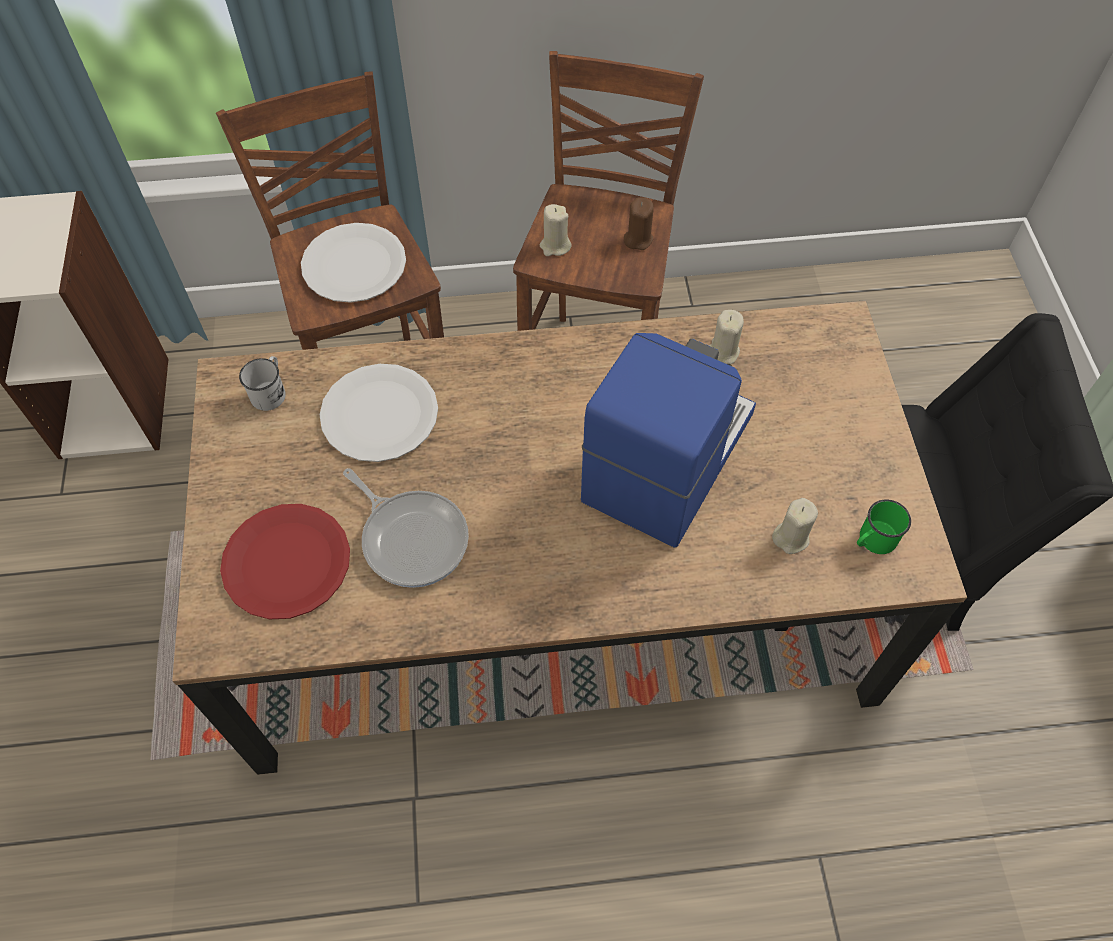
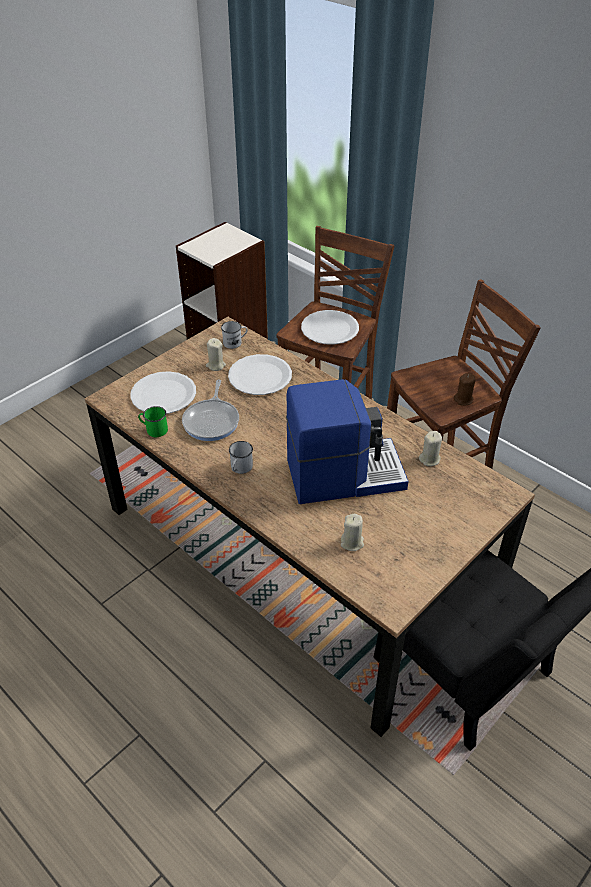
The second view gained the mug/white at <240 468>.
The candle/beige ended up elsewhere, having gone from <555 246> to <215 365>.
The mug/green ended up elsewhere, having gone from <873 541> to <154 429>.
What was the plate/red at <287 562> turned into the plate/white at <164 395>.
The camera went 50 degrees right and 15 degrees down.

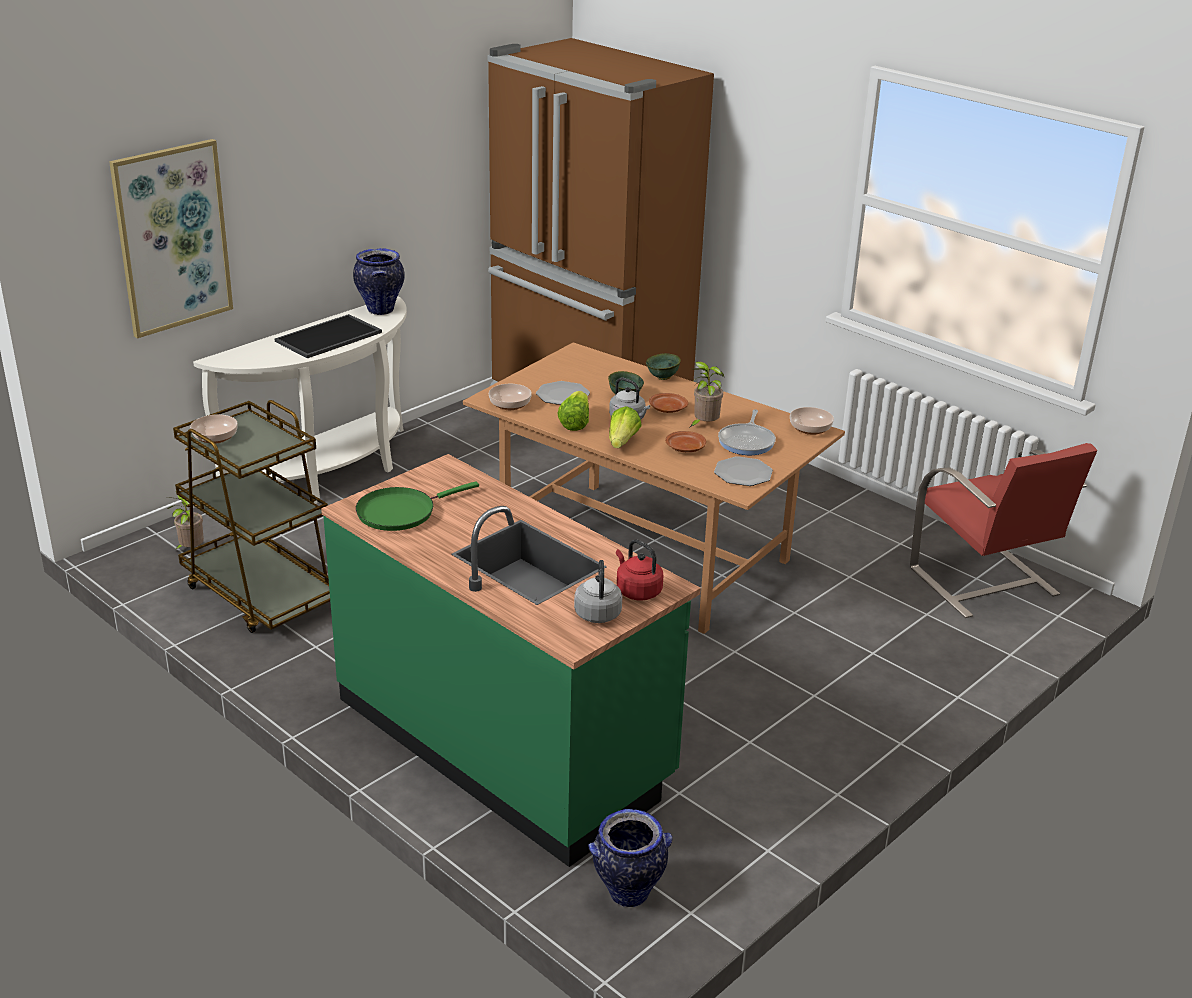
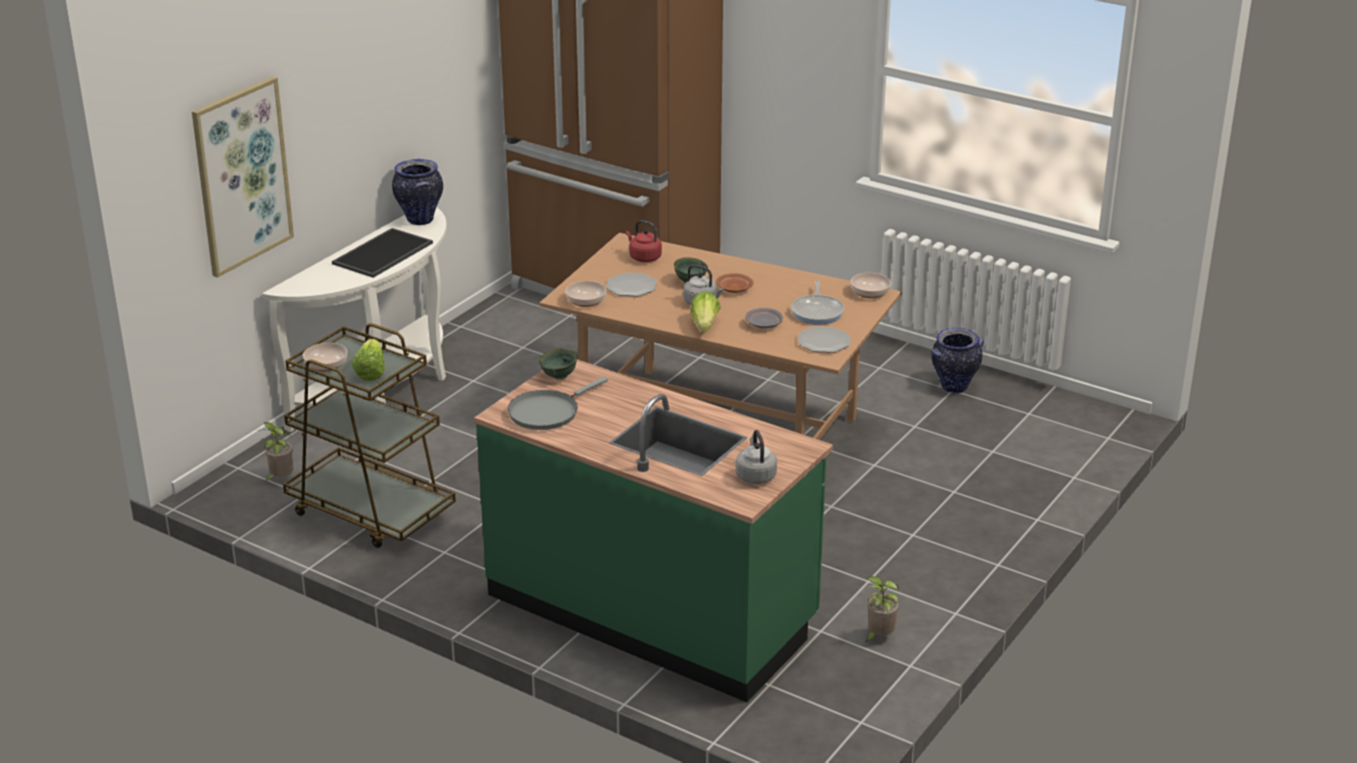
The second view lost the chair/red at <984 583>.
The lettuce ended up elsewhere, having gone from <575 423> to <371 372>.
The vase ended up elsewhere, having gone from <627 894> to <953 387>.
The kettle/red ended up elsewhere, having gone from <637 591> to <643 257>.
The bowl/green ended up elsewhere, having gone from <663 378> to <559 377>.
The potted plant ended up elsewhere, having gone from <704 425> to <879 637>.
What was the frying pan/green at <400 512> turned into the frying pan/grey at <547 412>.
What was the plate/brown at <685 448> turned into the plate/grey at <763 324>.
The camera went 10 degrees left and 0 degrees up.

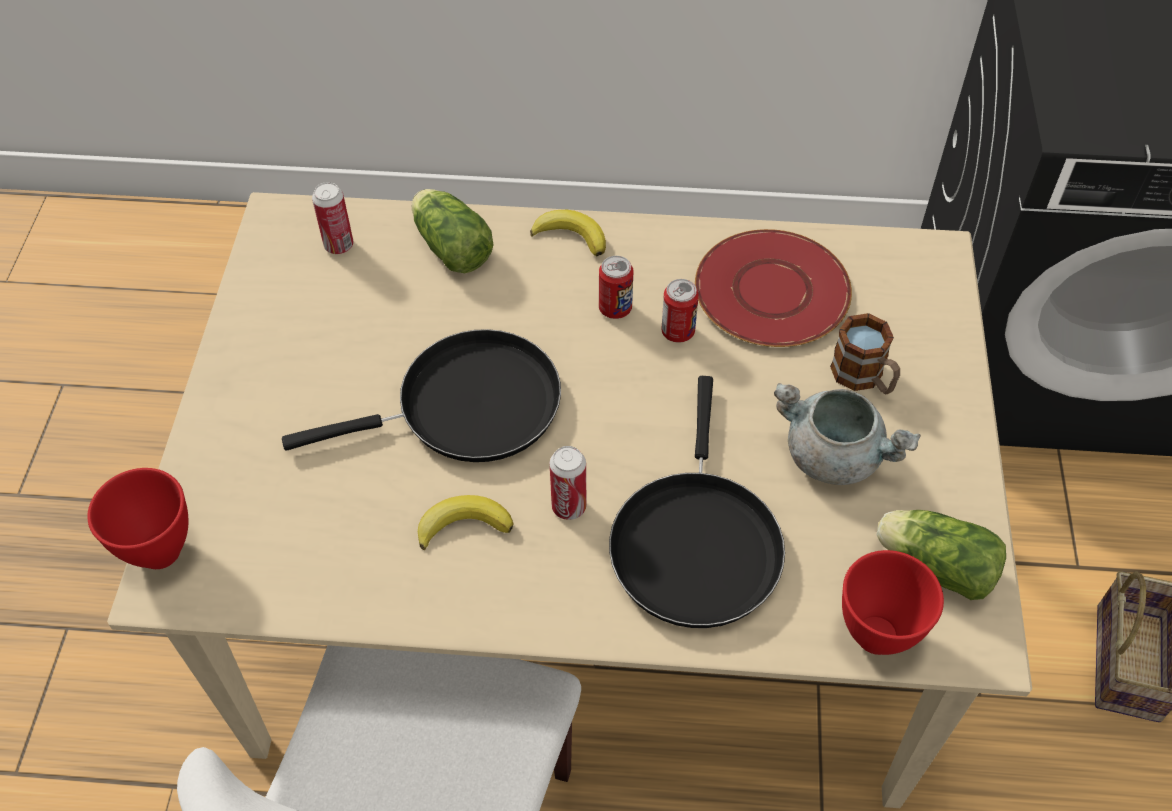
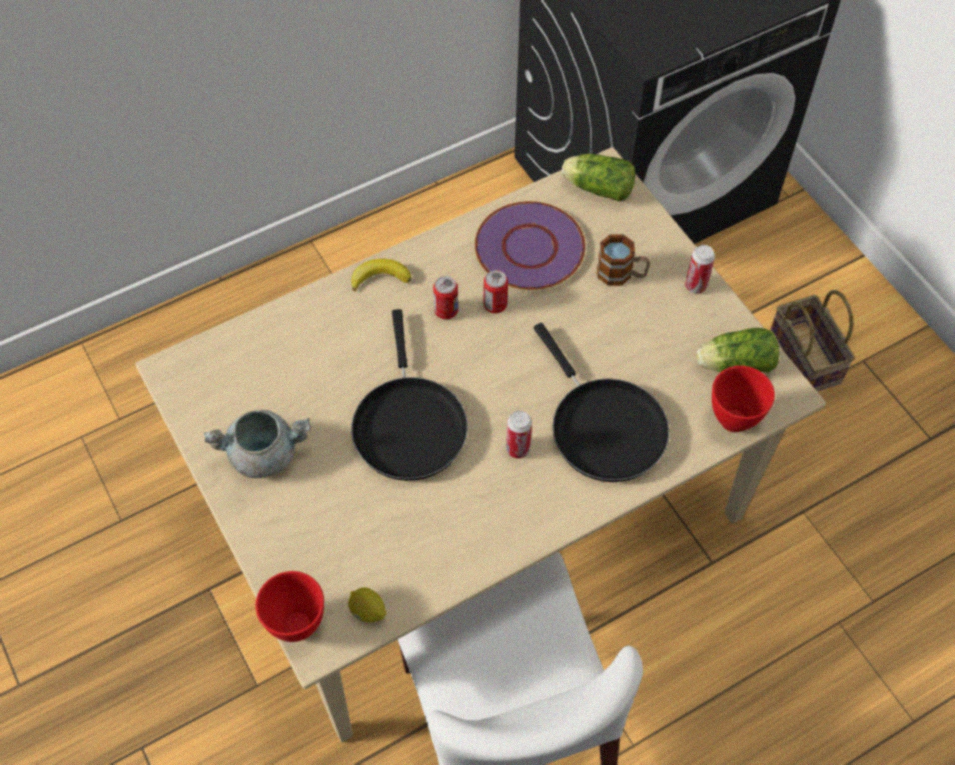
The second view lost the banana at <463 524>.
The second view gained the lemon at <367 611>.
The can ended up elsewhere, having gone from <339 245> to <695 286>.
The lettuce ended up elsewhere, having gone from <450 245> to <596 187>.
The cooking pot/grey ended up elsewhere, having gone from <834 455> to <264 453>.
What was the plate/red at <771 292> turned into the plate/purple at <529 248>.
The frying pan/black at <468 407> ended up facing another way, 135 degrees clockwise from before.
The camera went 35 degrees left and 5 degrees up.

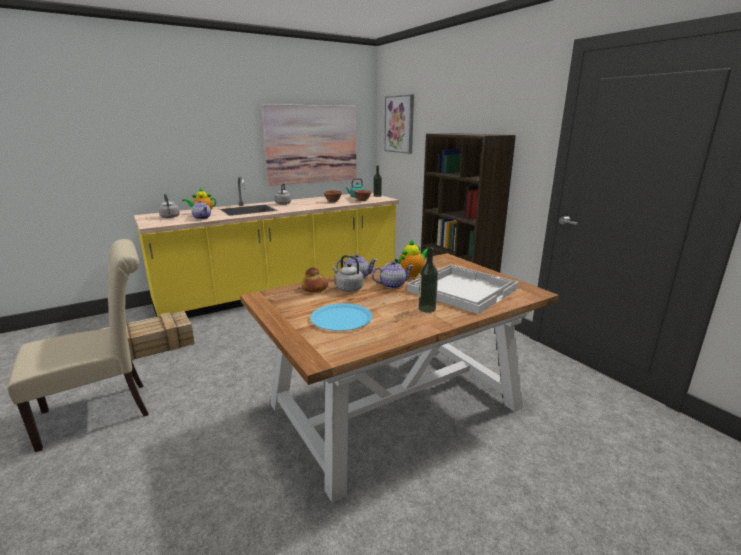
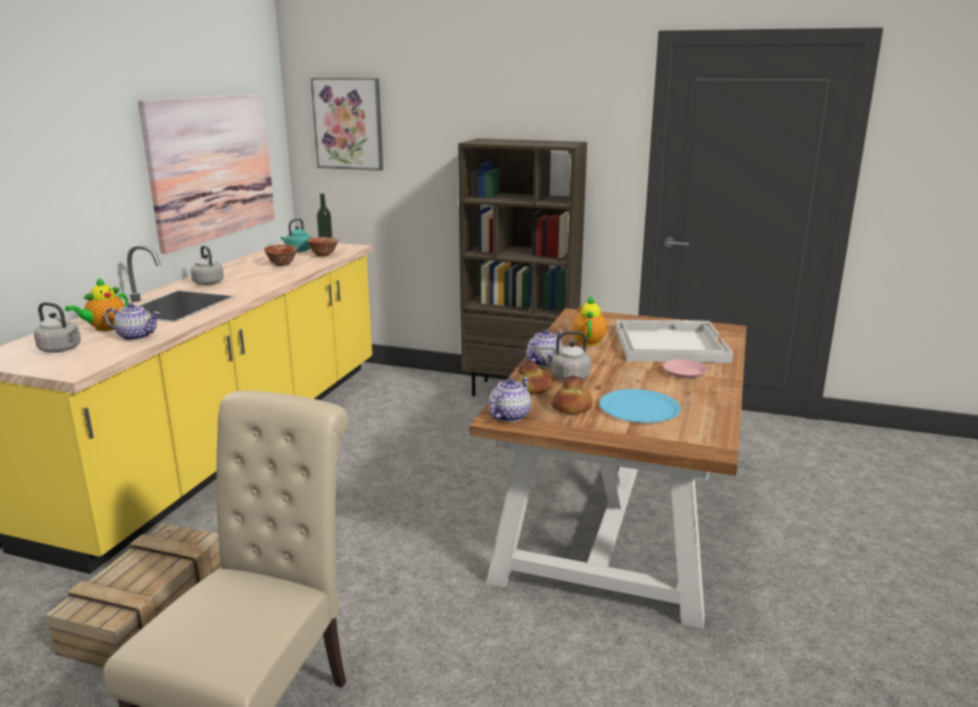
The second view gained the bread at <572 408>.
The teapot ended up elsewhere, having gone from <392 285> to <509 416>.
Where the bottle stood at <427 309>, the plate/pink came to stand at <684 372>.
The camera went 40 degrees left and 0 degrees up.

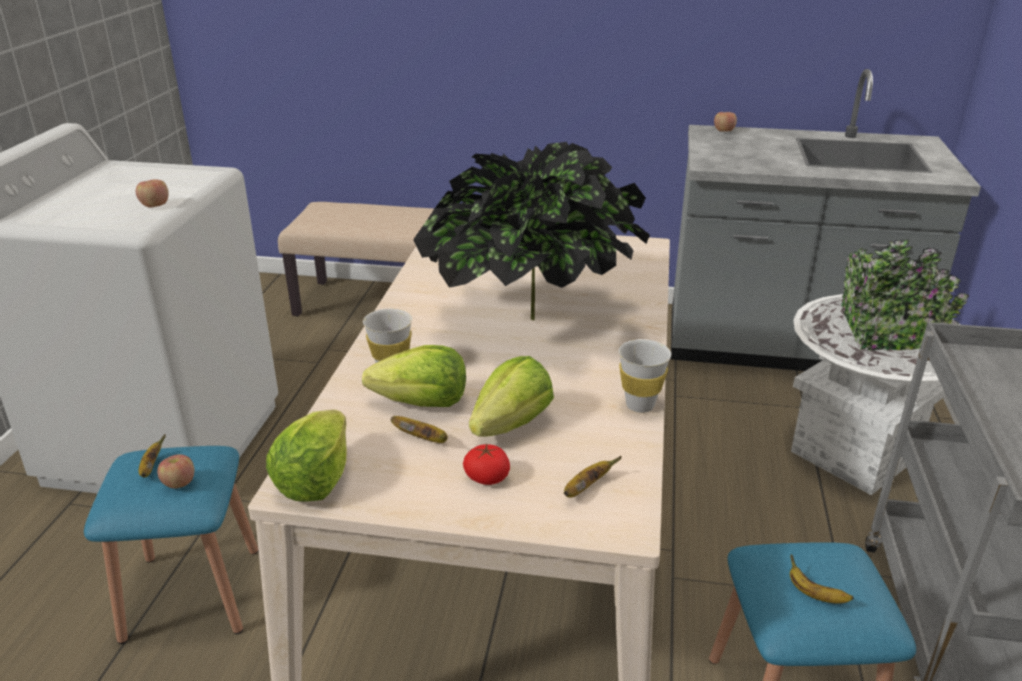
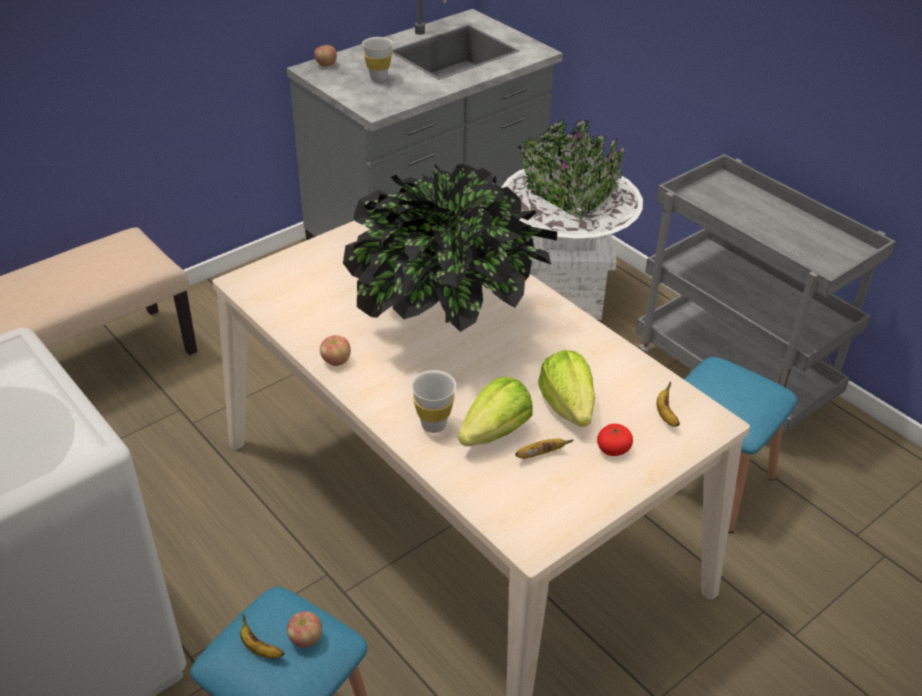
The second view lost the lettuce at <315 479>.
The second view lost the banana at <814 594>.
The apple ended up elsewhere, having gone from <155 205> to <336 361>.
The cup/white ended up elsewhere, having gone from <640 405> to <378 78>.
The camera went 50 degrees left and 10 degrees up.

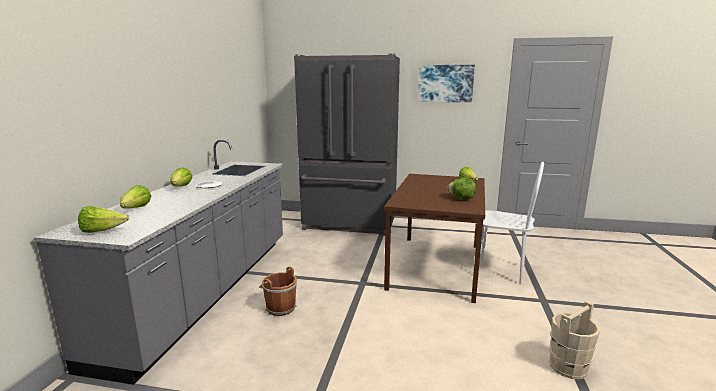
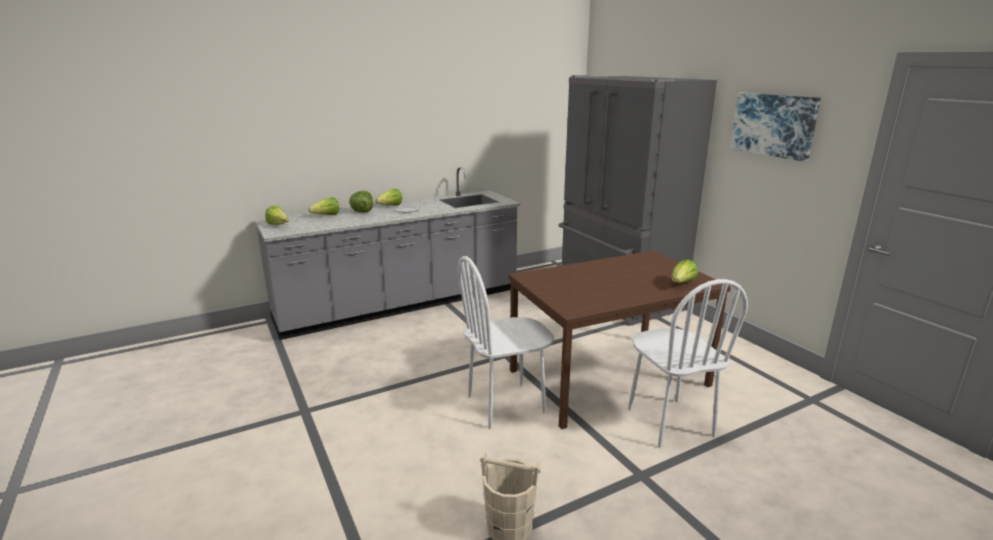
The second view lost the bucket/brown at <279 308>.
The second view gained the chair/white at <506 404>.
The lettuce ended up elsewhere, having gone from <461 199> to <362 212>.
The camera went 50 degrees right and 5 degrees up.

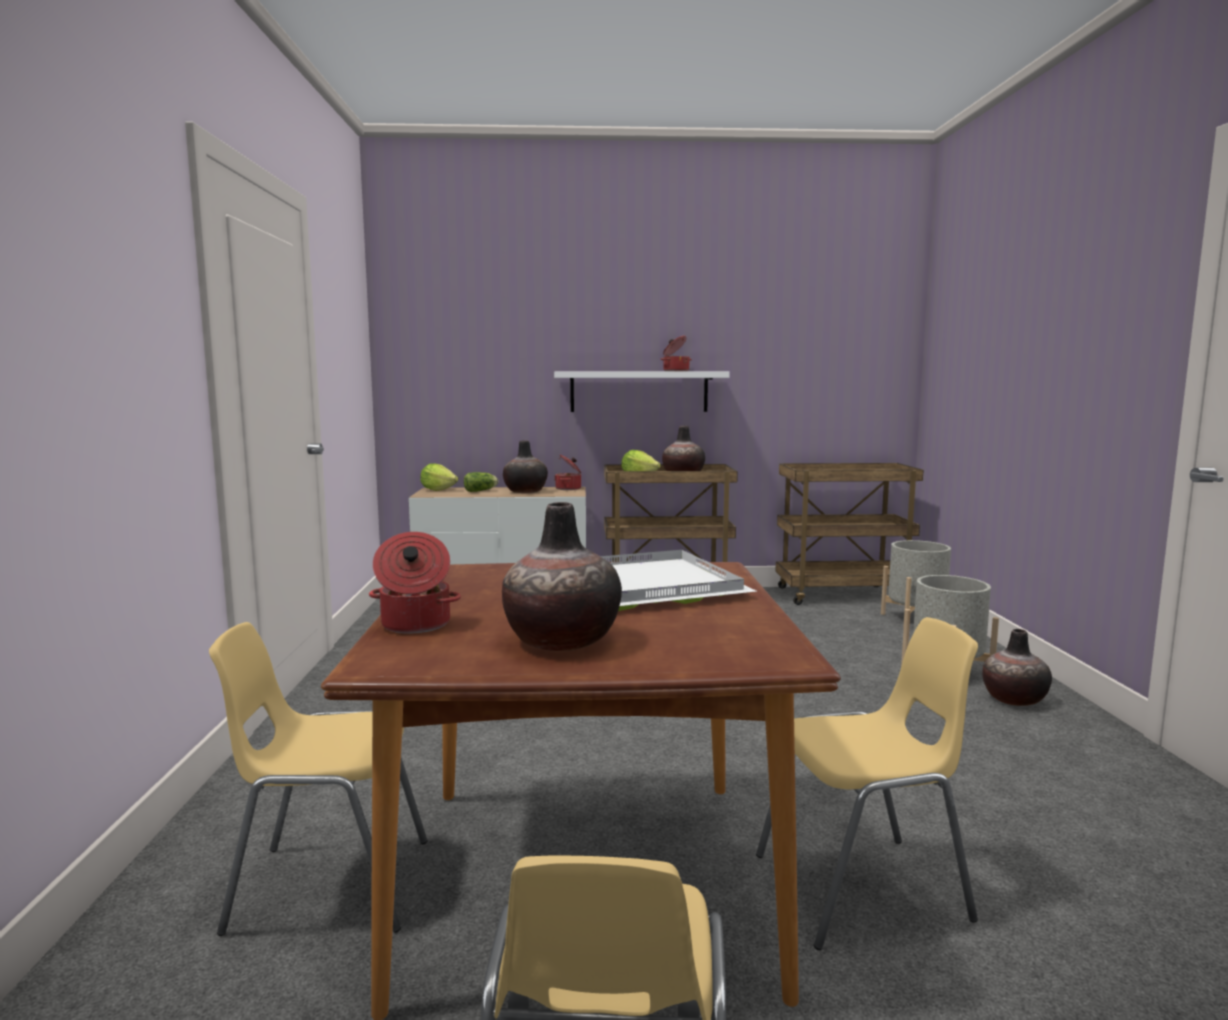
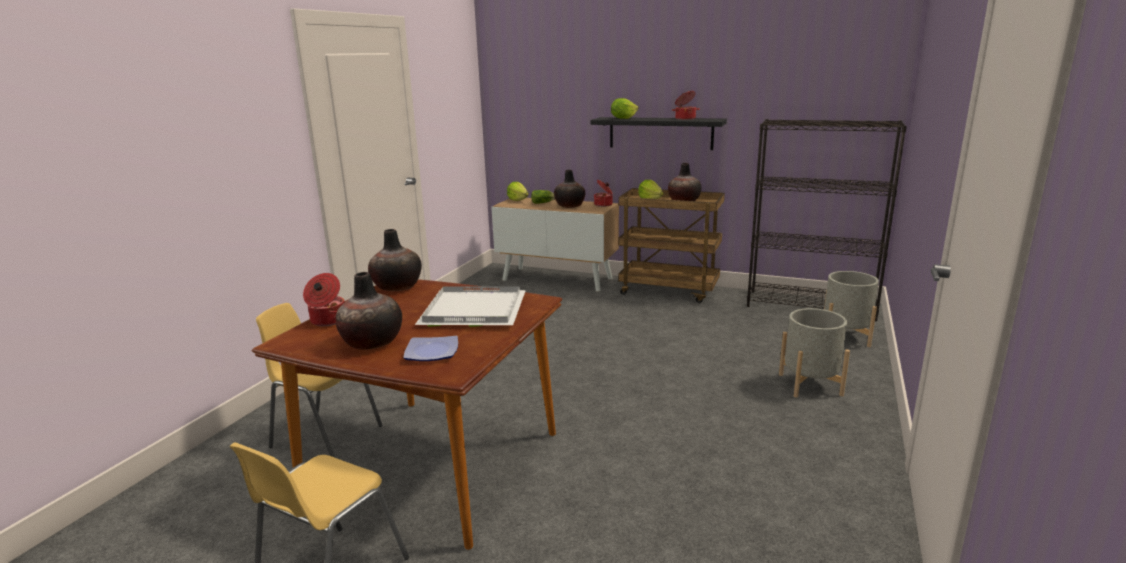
The second view lost the chair/yellow at <863 889>.
The second view gained the plate at <432 352>.
The second view gained the lettuce at <623 118>.
The vase ended up elsewhere, having gone from <1013 699> to <397 287>.
Where the cart/brown stood at <842 594>, the bookcase/black came to stand at <811 305>.
What was the shelf/white at <639 391> turned into the shelf/black at <660 133>.
The camera went 25 degrees right and 10 degrees up.

